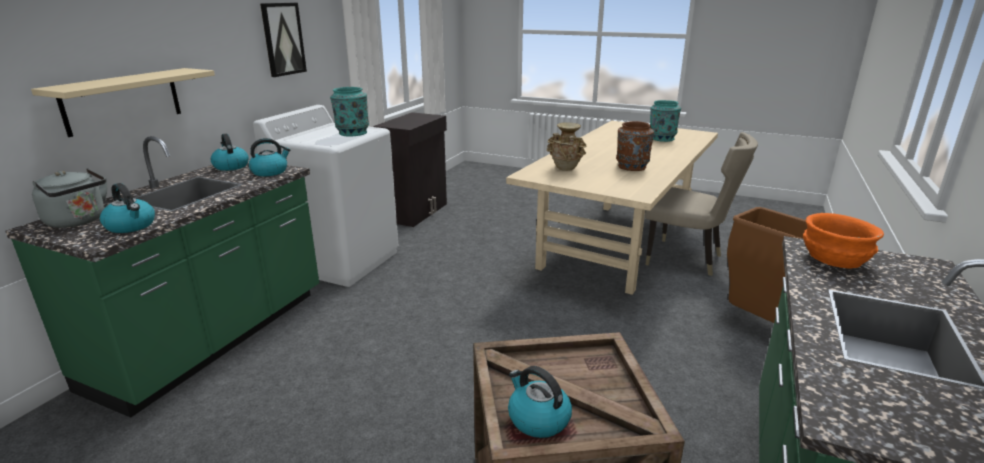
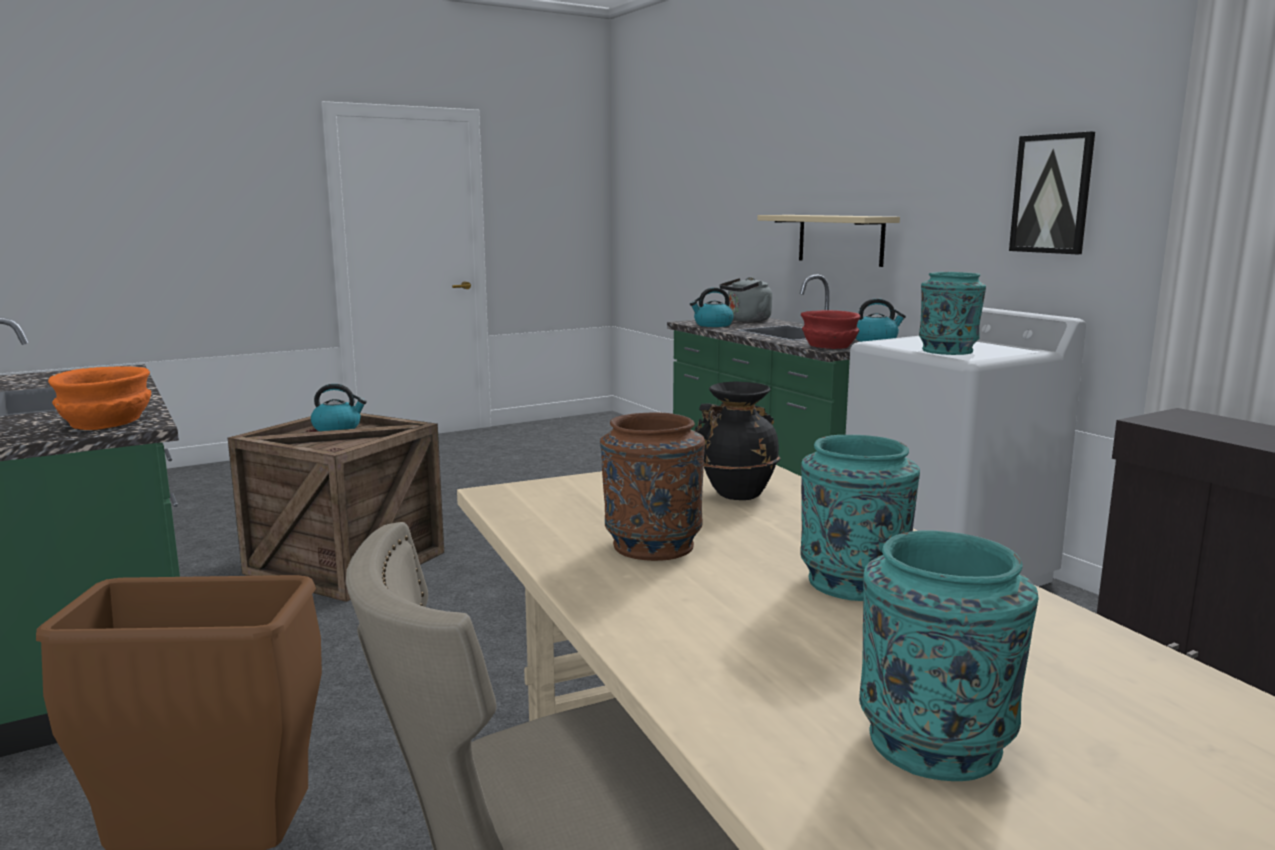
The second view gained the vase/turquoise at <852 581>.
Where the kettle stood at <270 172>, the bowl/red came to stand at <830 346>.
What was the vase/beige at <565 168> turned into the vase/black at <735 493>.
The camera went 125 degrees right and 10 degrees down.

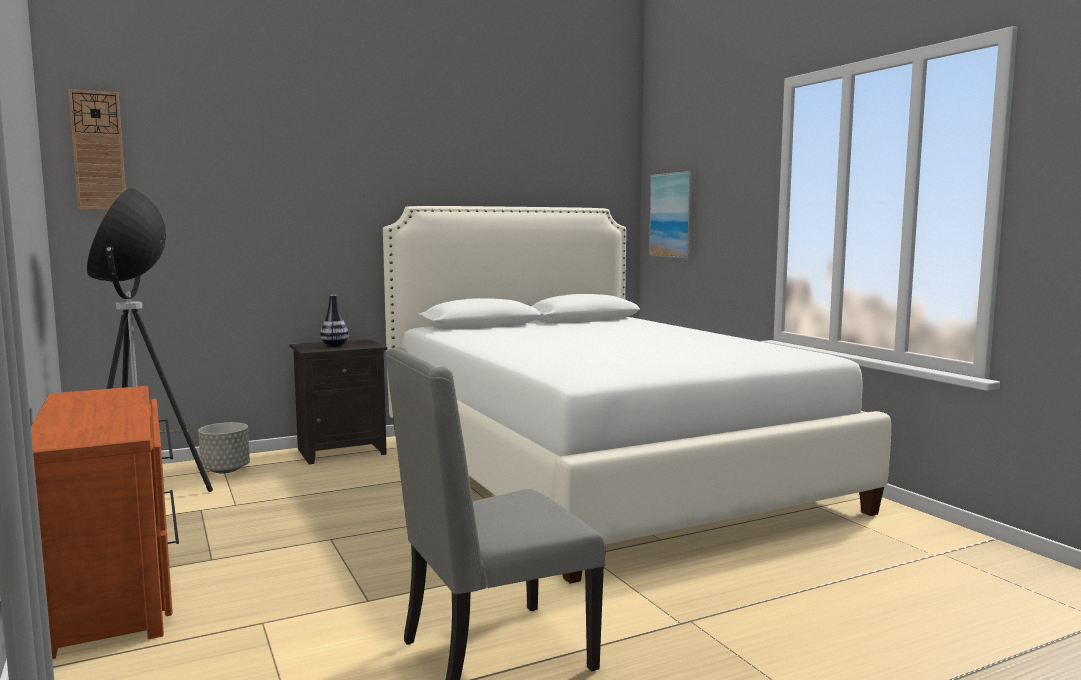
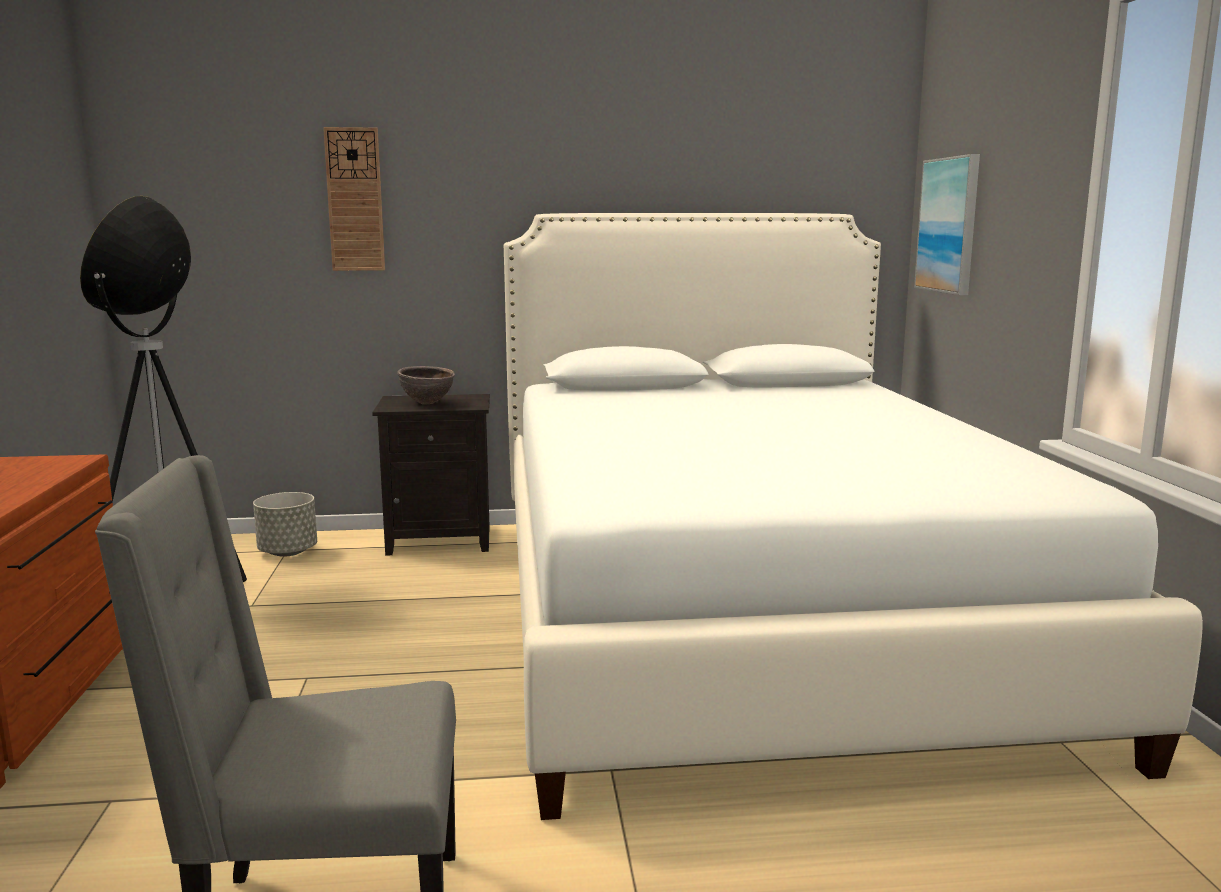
The wall clock ended up elsewhere, having gone from <98 151> to <355 200>.
Where the vase stood at <334 346>, the bowl/brown came to stand at <427 403>.
The camera went 20 degrees right and 5 degrees up.

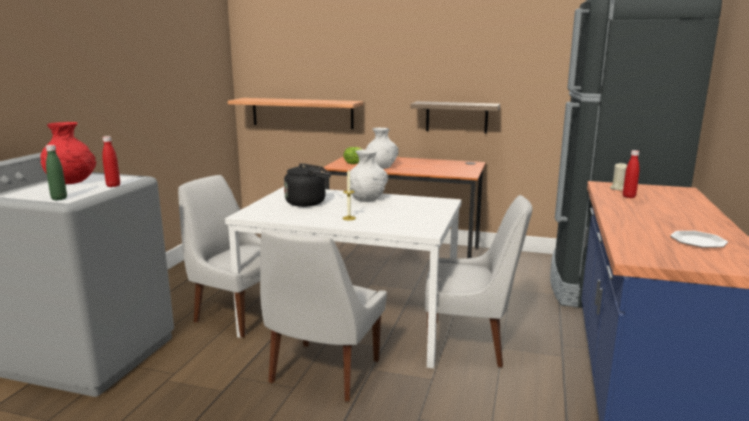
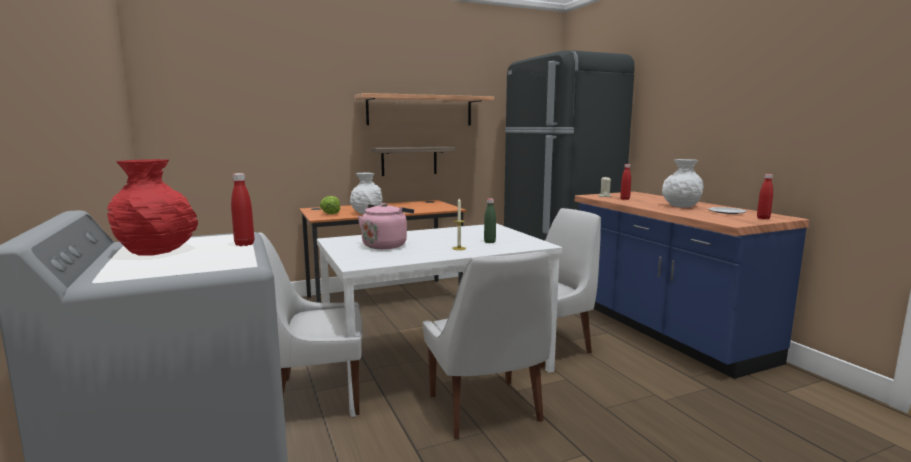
The second view gained the bottle/red at <763 218>.
The bottle/green ended up elsewhere, having gone from <59 198> to <489 242>.
The shelf ended up elsewhere, having gone from <302 113> to <420 111>.
The vase/white ended up elsewhere, having gone from <367 198> to <680 206>.
What was the kettle/black at <308 202> turned into the kettle/pink at <386 245>.
The camera went 40 degrees left and 5 degrees down.

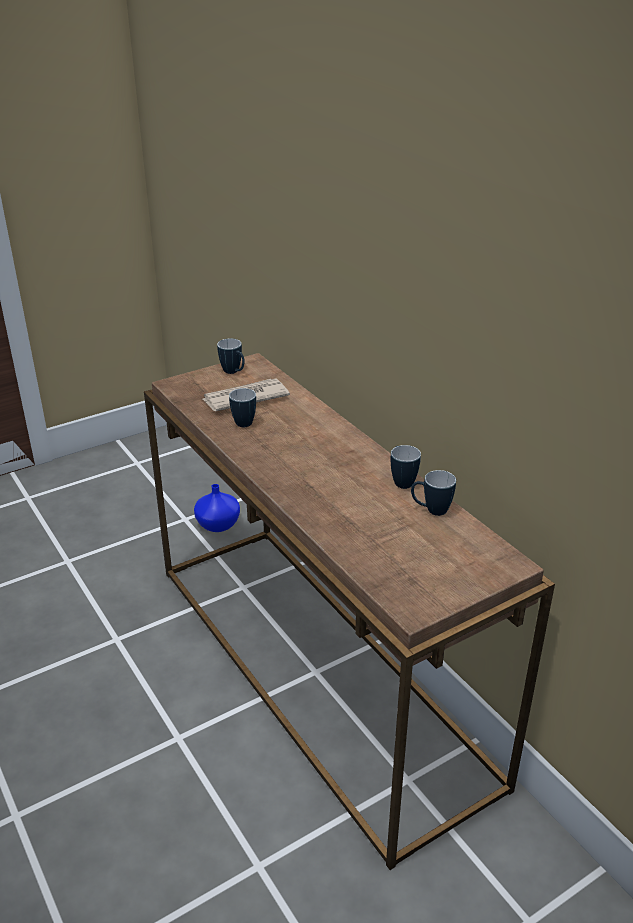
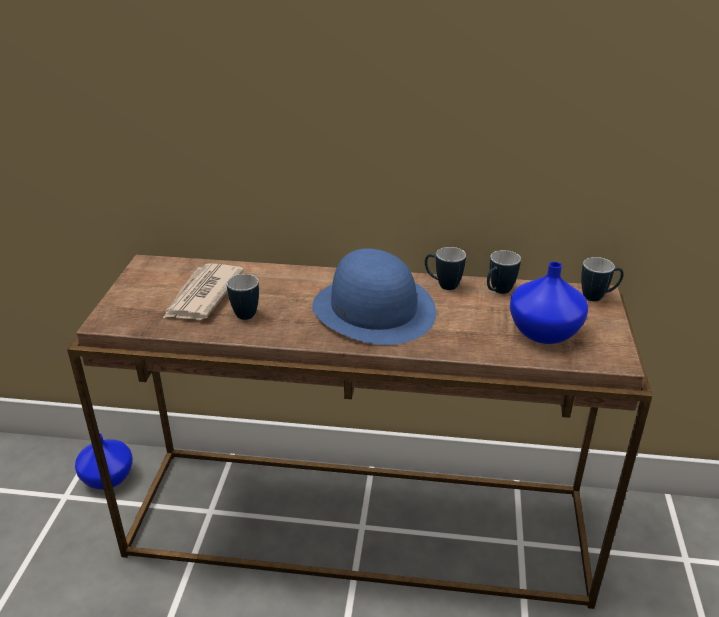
The second view gained the hat/blue at <374 309>.
The second view gained the vase/blue at <542 332>.
The mug ended up elsewhere, having gone from <234 372> to <598 297>.
The camera went 50 degrees left and 0 degrees up.

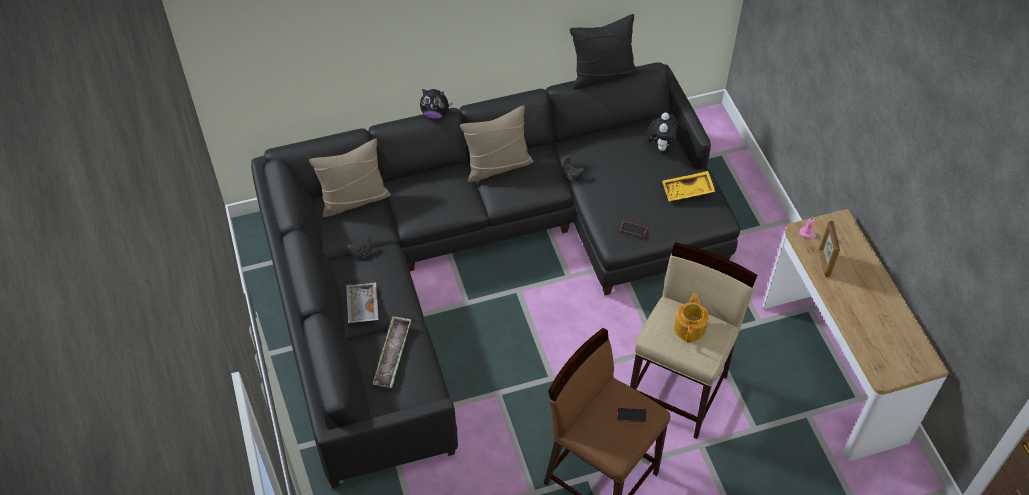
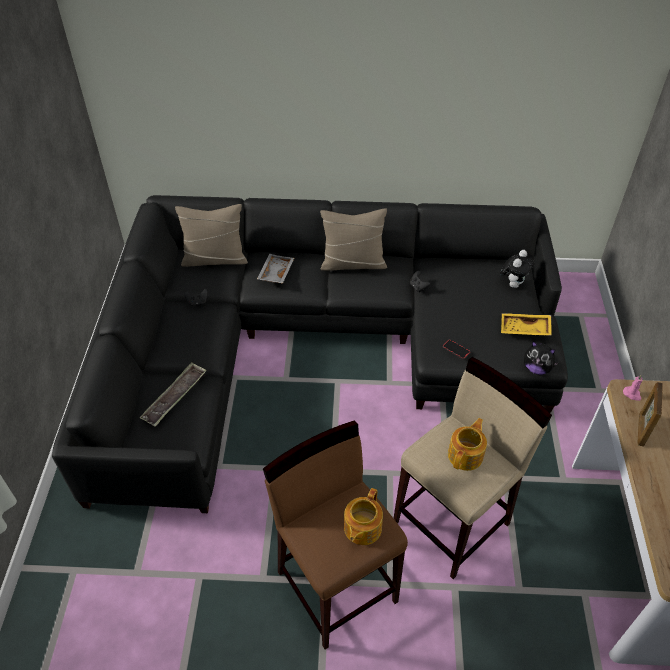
The second view lost the pillow/black at <602 75>.
The tray/grey ended up elsewhere, having gone from <361 307> to <275 273>.
The plush toy ended up elsewhere, having gone from <435 114> to <537 368>.
Where the phone stood at <631 415>, the teapot came to stand at <362 528>.
The camera went 20 degrees right and 5 degrees down.

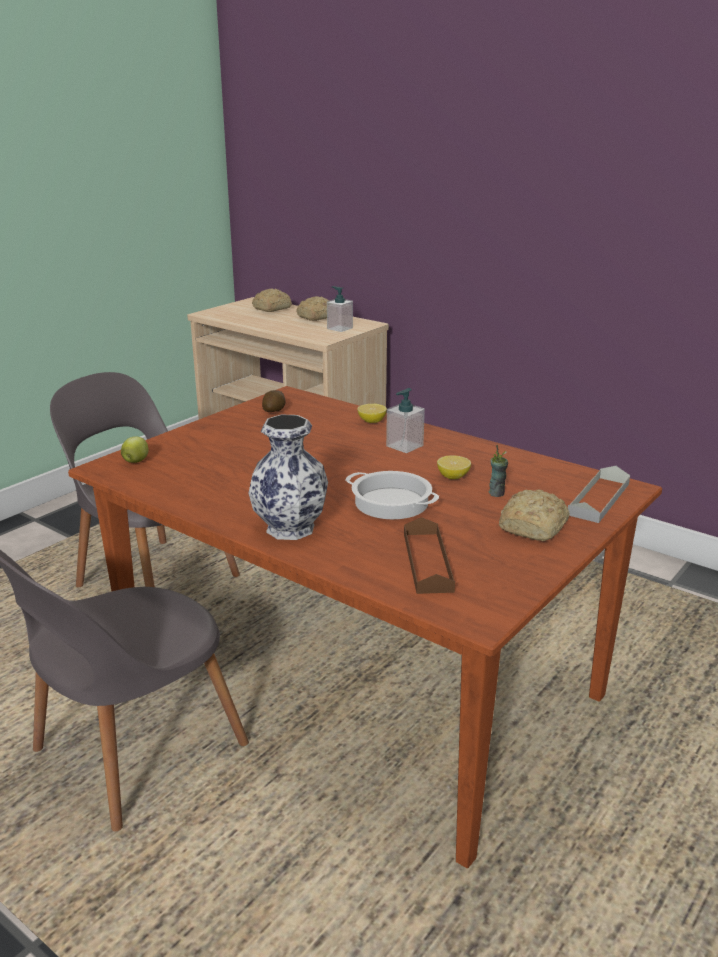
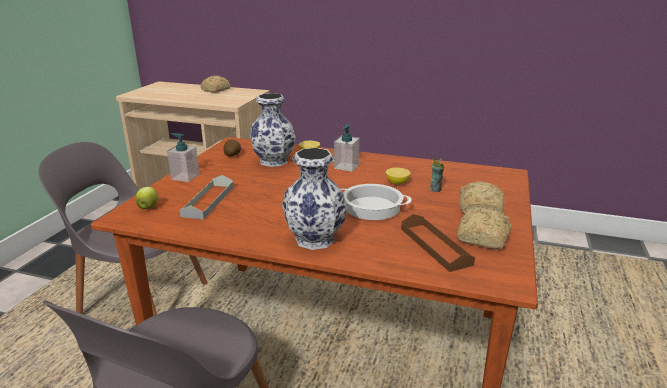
The second view gained the vase at <274 161>.
The bread ended up elsewhere, having gone from <271 309> to <482 238>.
The soap dispenser ended up elsewhere, having gone from <339 328> to <185 177>.
The tray/grey ended up elsewhere, having gone from <599 499> to <208 201>.
The camera went 20 degrees left and 0 degrees up.

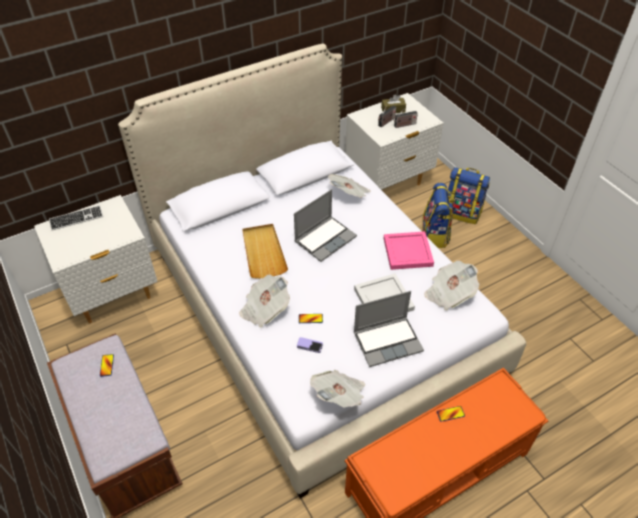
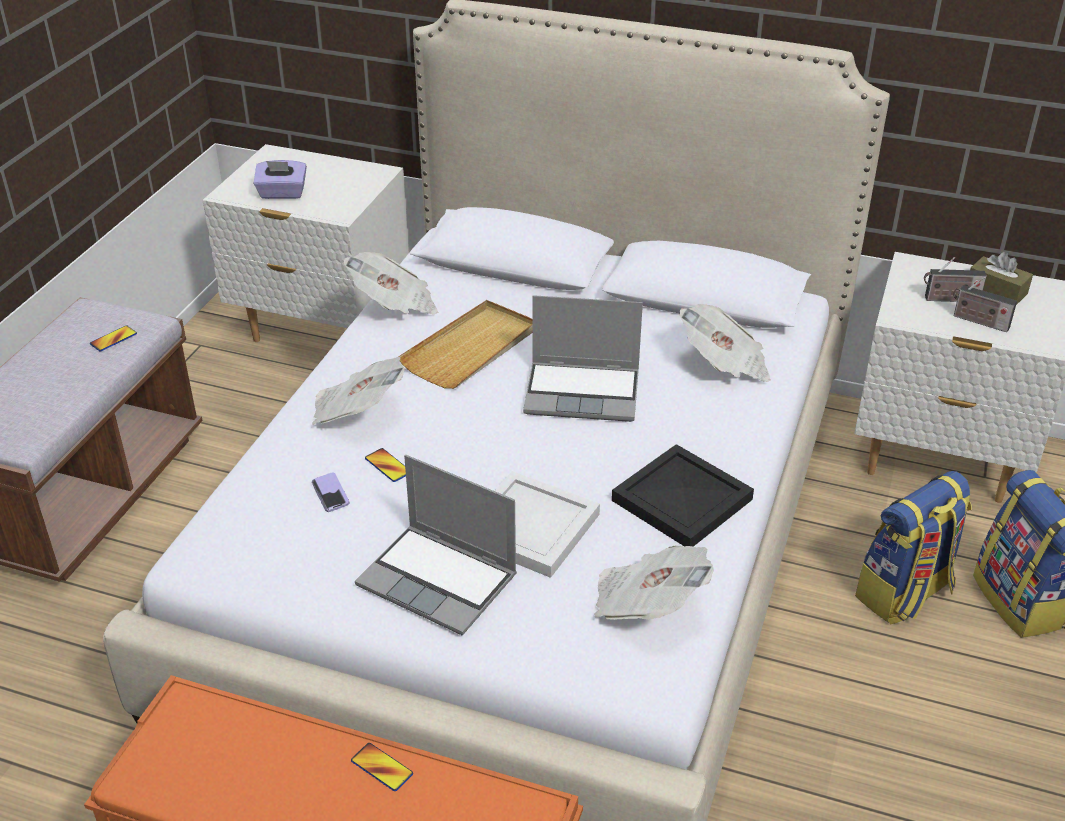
The second view lost the keyboard at <76 219>.
The second view gained the tissue box/purple at <282 193>.
The newspaper ended up elsewhere, having gone from <339 395> to <394 305>.
What was the tray/pink at <407 251> turned into the tray/black at <681 498>.
The camera went 50 degrees right and 10 degrees down.

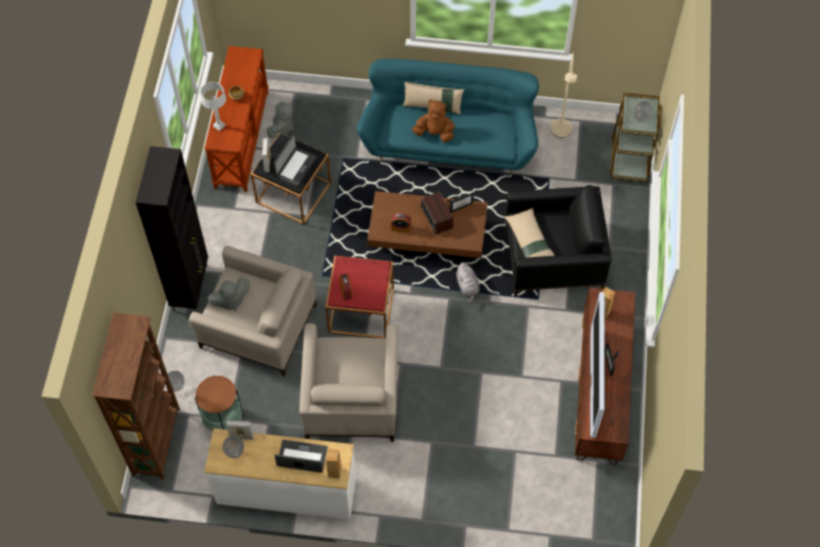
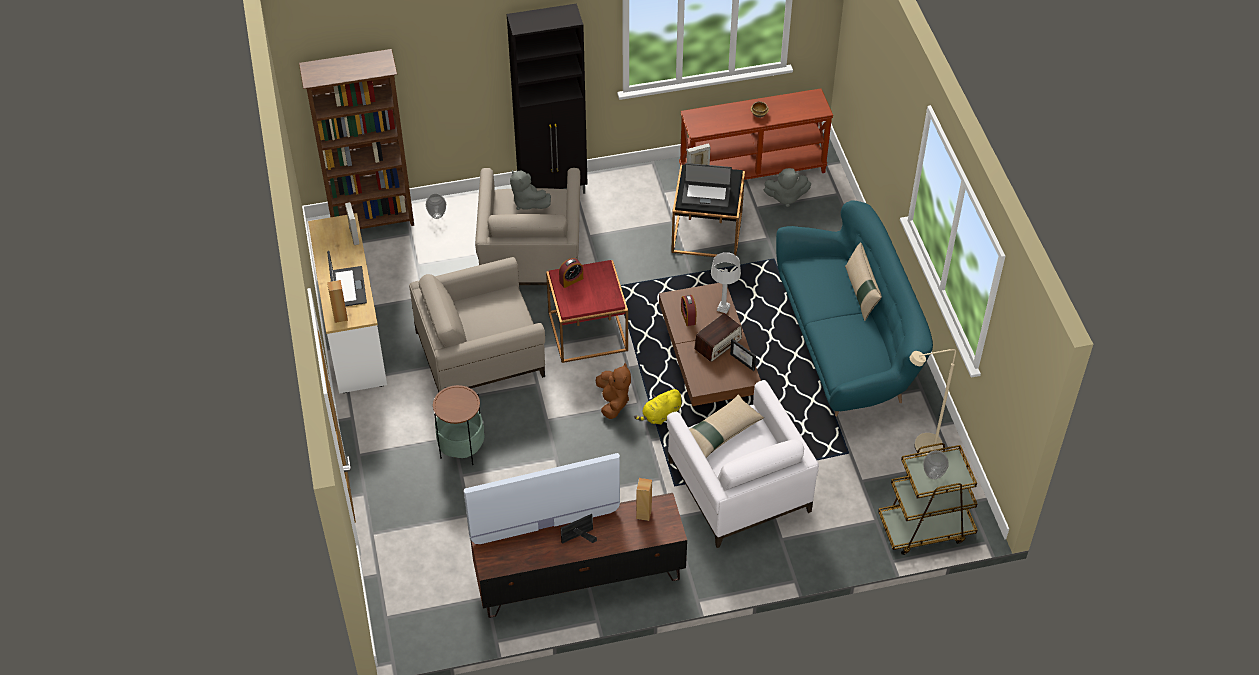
The second view lost the vase at <235 453>.
The side table ended up elsewhere, having gone from <223 420> to <461 448>.
The table lamp/grey ended up elsewhere, having gone from <219 125> to <723 308>.
The plush toy/brown ended up elsewhere, having gone from <434 133> to <613 402>.
What was the plush toy/grey at <467 286> turned into the plush toy/yellow at <660 415>.
What was the armchair/black at <553 257> turned into the armchair/white at <738 486>.
The camera went 70 degrees right and 10 degrees down.

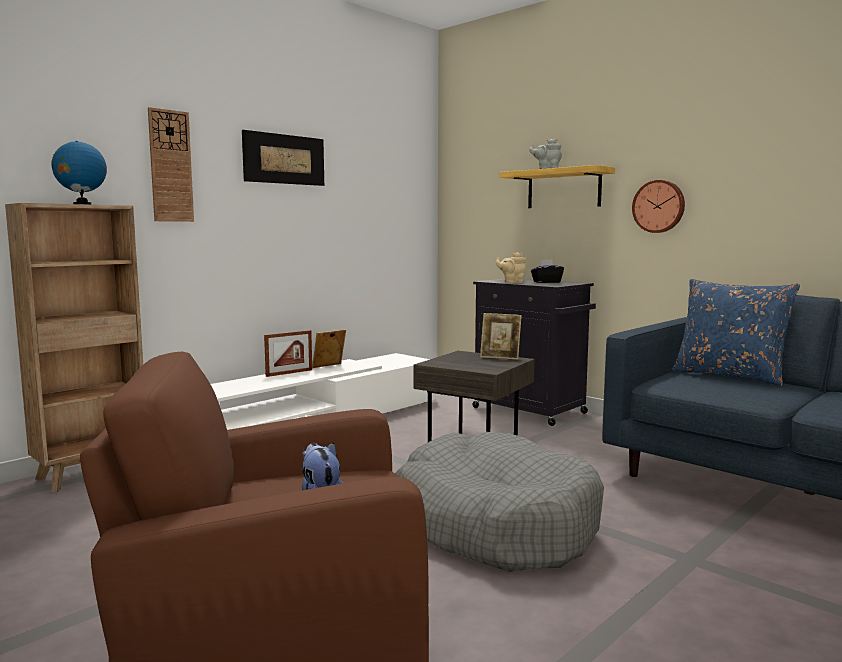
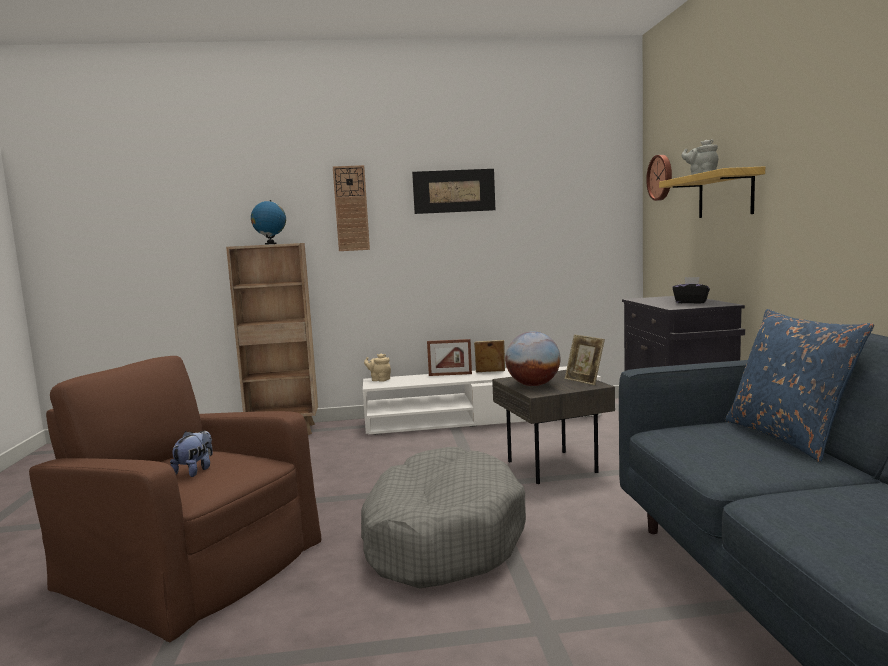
The second view gained the globe at <533 385>.
The teapot/beige ended up elsewhere, having gone from <512 282> to <379 380>.
The wall clock ended up elsewhere, having gone from <659 206> to <661 177>.
The camera went 40 degrees right and 0 degrees up.

